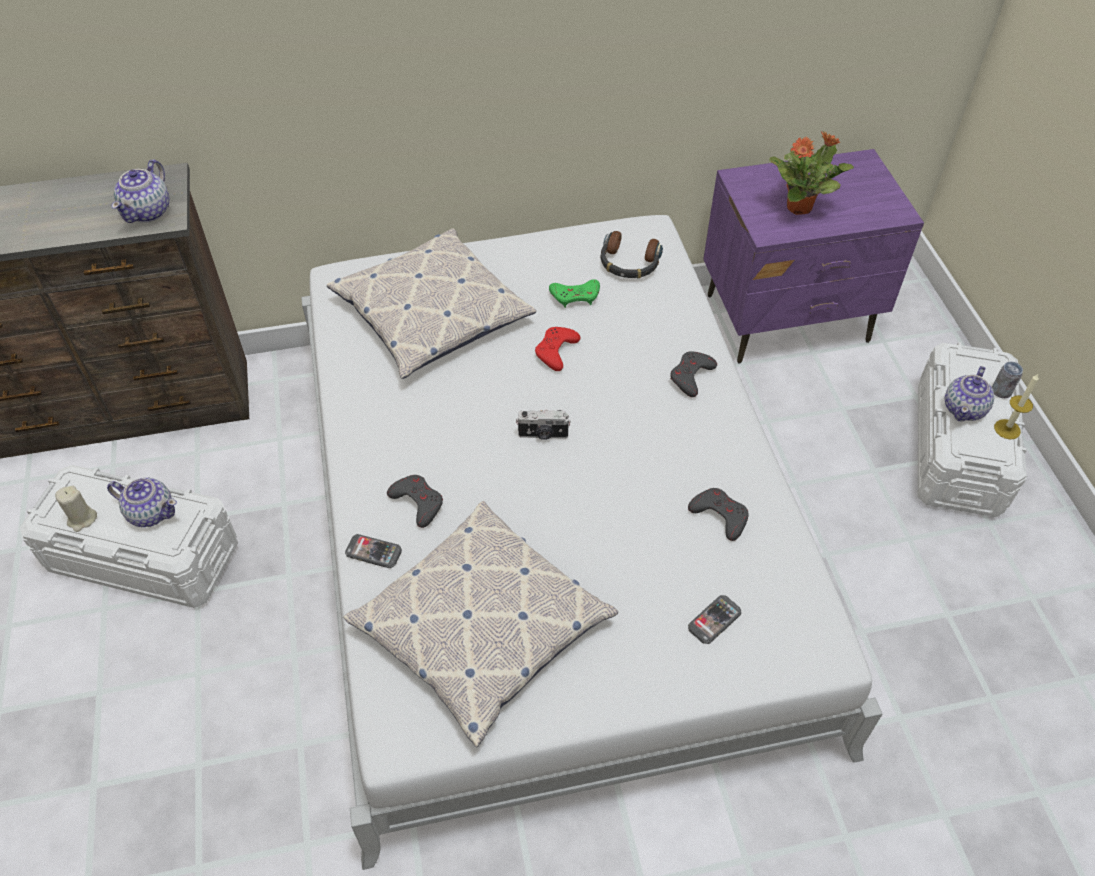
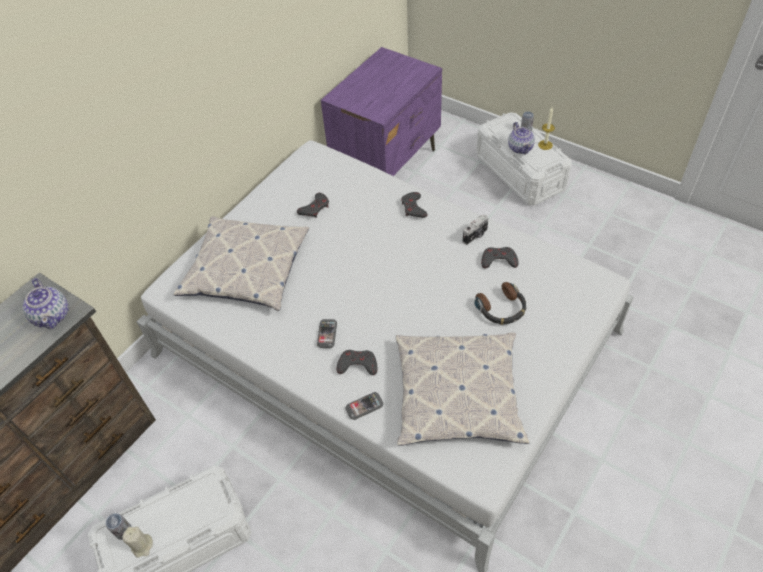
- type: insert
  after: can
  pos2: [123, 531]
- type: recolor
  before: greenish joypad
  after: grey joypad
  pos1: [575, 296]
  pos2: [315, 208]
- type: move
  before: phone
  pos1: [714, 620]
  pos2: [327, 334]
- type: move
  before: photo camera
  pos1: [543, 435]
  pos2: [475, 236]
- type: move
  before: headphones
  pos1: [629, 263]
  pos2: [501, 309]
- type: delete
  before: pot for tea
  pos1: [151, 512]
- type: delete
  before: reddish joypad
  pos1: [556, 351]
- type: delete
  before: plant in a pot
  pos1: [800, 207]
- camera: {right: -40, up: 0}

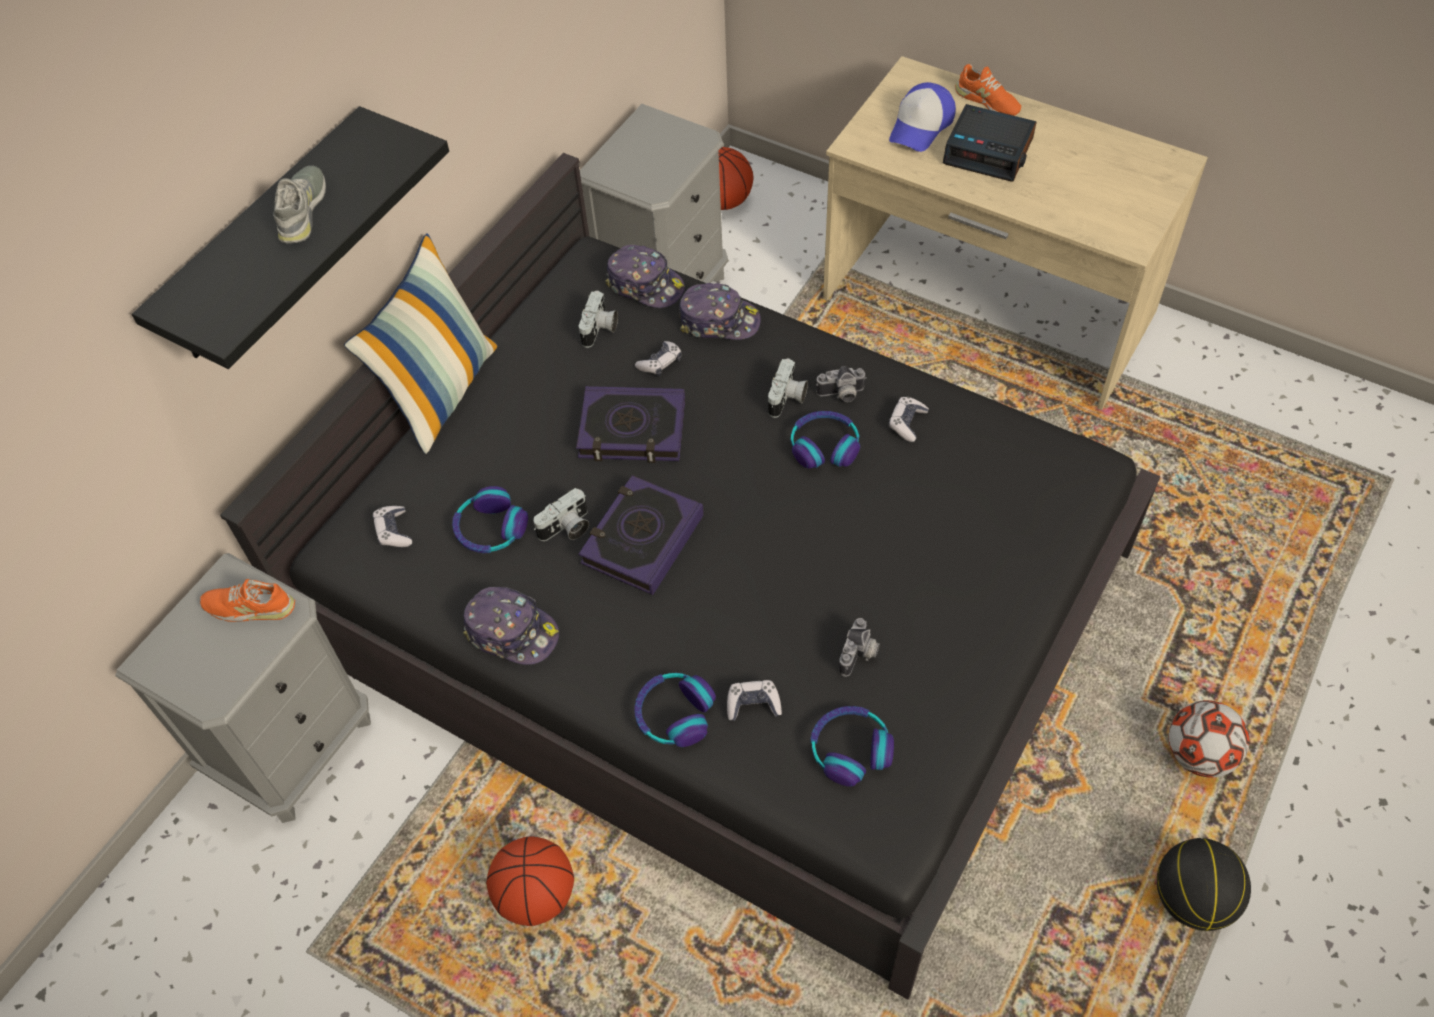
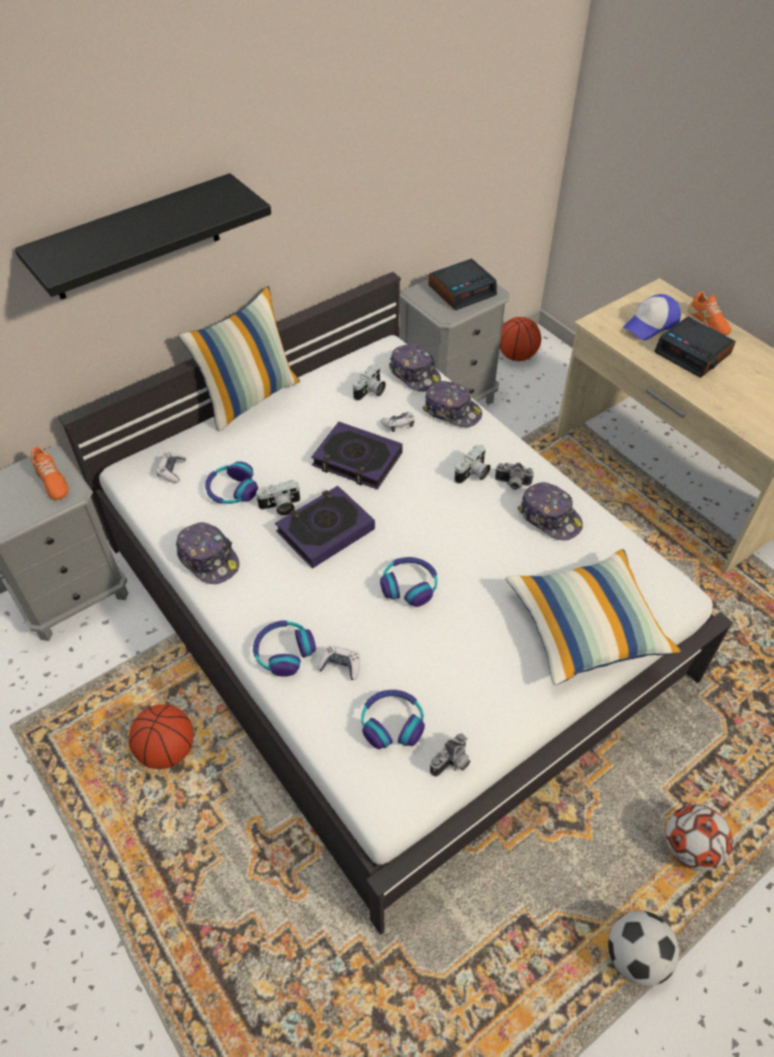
- type: rotate
  before: orange low shoe
  pos1: [249, 606]
  pos2: [51, 481]
  turn: -150
- type: recolor
  before: blackish bedroom bed
  after: white bedroom bed
  pos1: [720, 604]
  pos2: [386, 608]
- type: move
  before: headphones
  pos1: [824, 446]
  pos2: [409, 586]
- type: insert
  after: alarm clock
  pos2: [462, 290]
- type: move
  before: photo camera
  pos1: [860, 655]
  pos2: [453, 764]
- type: insert
  after: pillow
  pos2: [586, 627]
- type: replace
  before: joypad
  after: baseball cap
  pos1: [907, 423]
  pos2: [550, 517]
- type: replace
  before: basketball ball
  after: football ball
  pos1: [1192, 898]
  pos2: [635, 956]
- type: delete
  before: grey low shoe
  pos1: [303, 210]
- camera: {right: 20, up: -5}

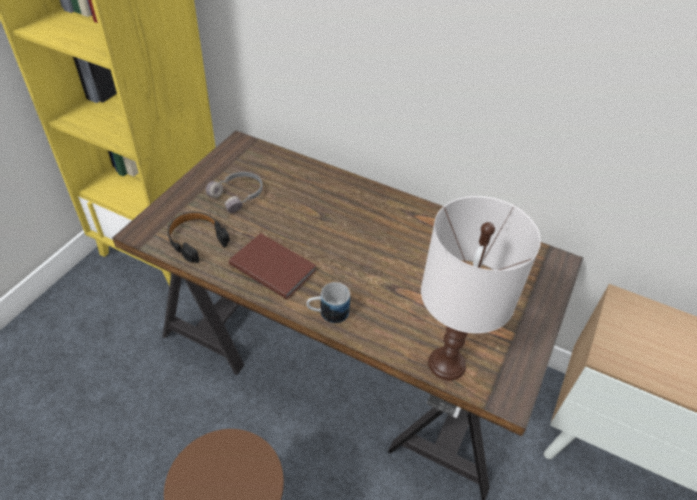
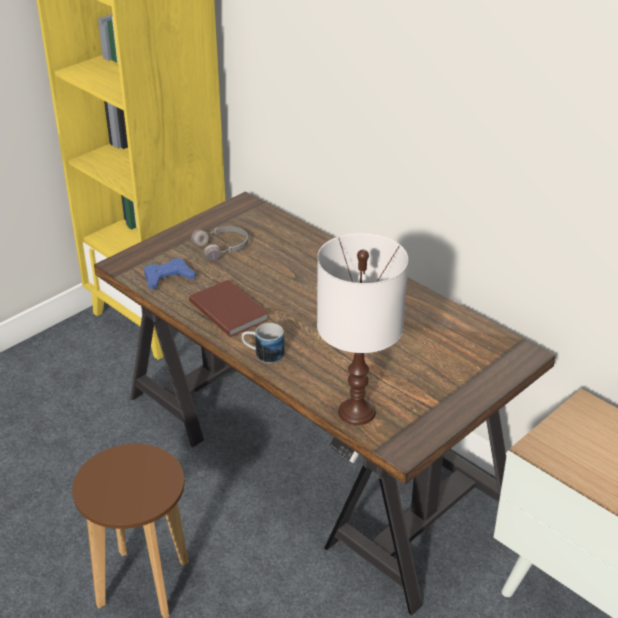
- type: replace
  before: blackish headphones
  after: blue-coloured joypad
  pos1: [197, 240]
  pos2: [168, 278]
- camera: {right: 20, up: -10}

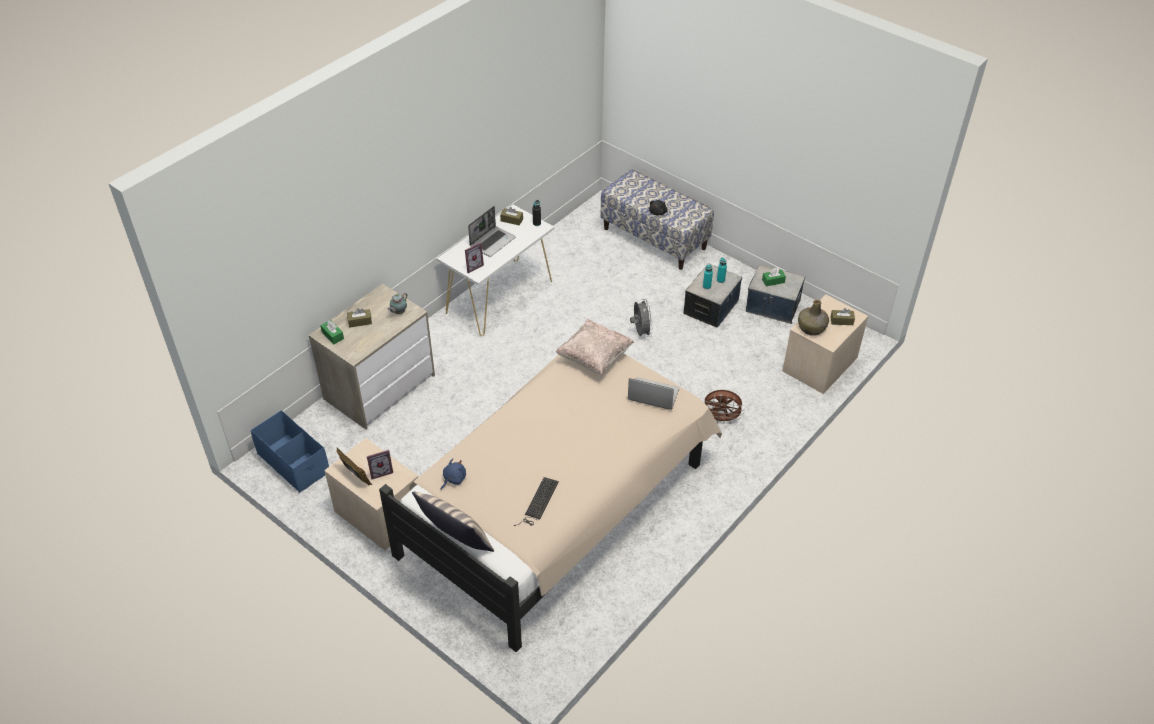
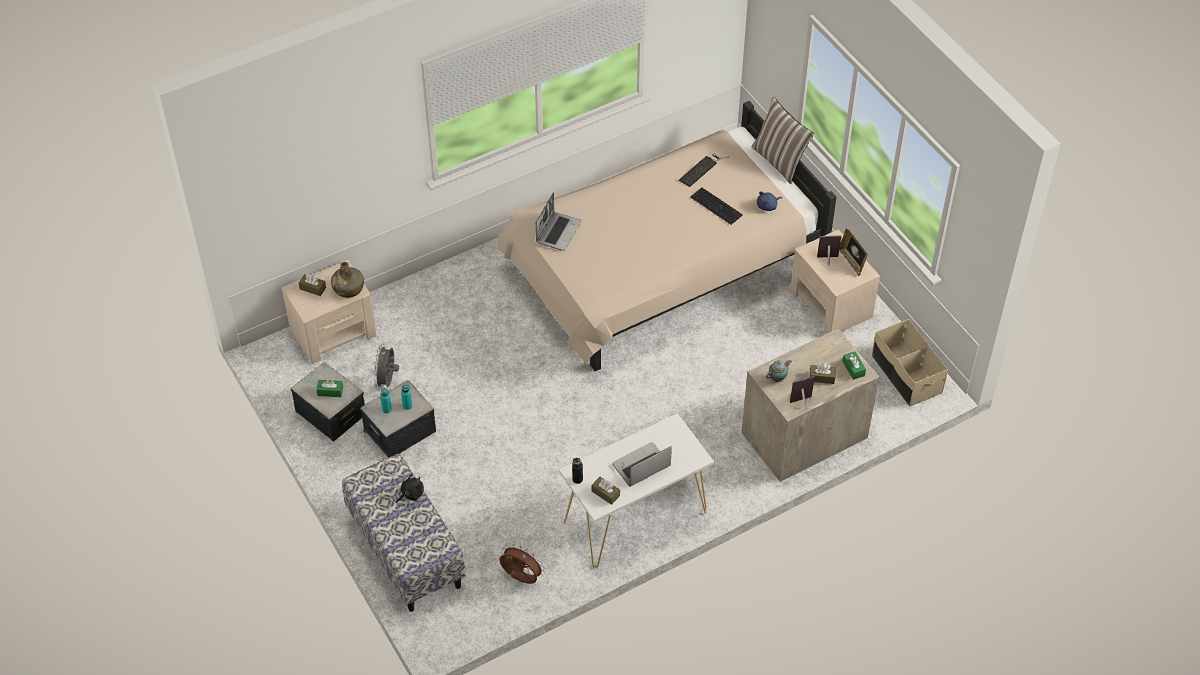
- type: move
  before: grey fan
  pos1: [640, 332]
  pos2: [387, 380]
- type: move
  before: brown fan
  pos1: [721, 419]
  pos2: [520, 578]
- type: rotate
  before: portable computer
  pos1: [652, 395]
  pos2: [558, 231]
  turn: -105
- type: insert
  after: PC keyboard
  pos2: [717, 206]
- type: move
  before: photo frame
  pos1: [472, 266]
  pos2: [802, 403]
- type: recolor
  before: blue-coloured storage container
  after: beige storage container
  pos1: [294, 462]
  pos2: [906, 375]
- type: delete
  before: beige pillow
  pos1: [594, 358]
- camera: {right: -160, up: 5}

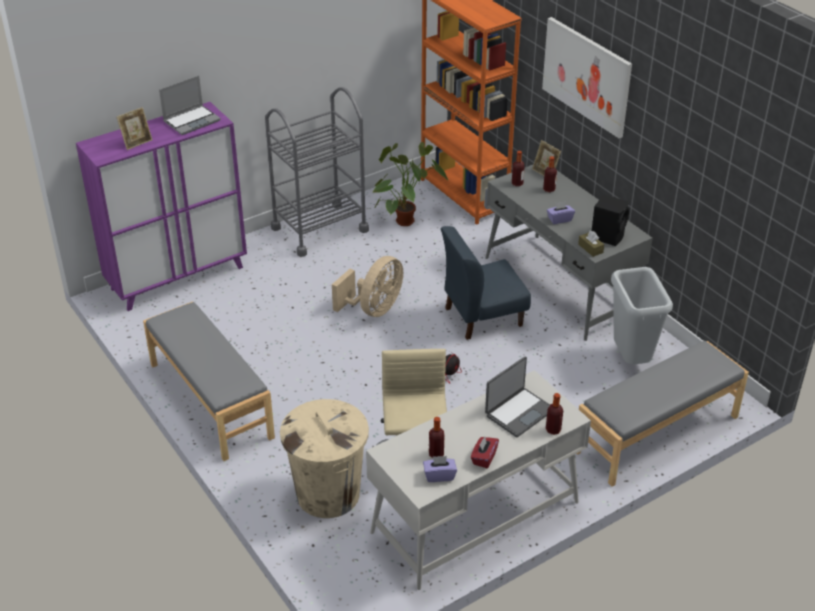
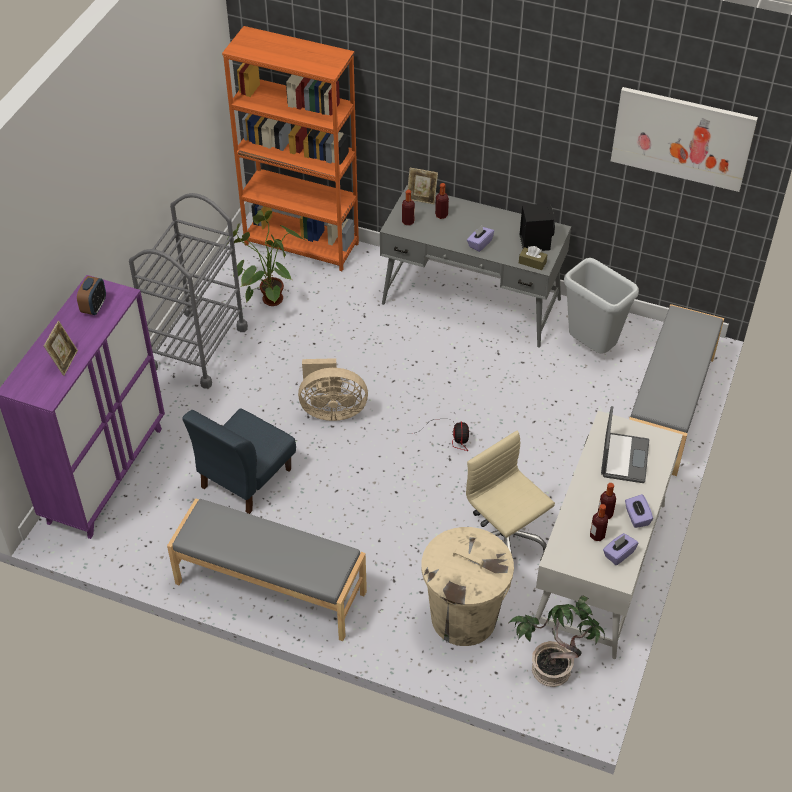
- type: replace
  before: portable computer
  after: alarm clock
  pos1: [192, 121]
  pos2: [94, 307]
- type: move
  before: blue-coloured chair
  pos1: [482, 316]
  pos2: [245, 478]
- type: rotate
  before: beige fan
  pos1: [374, 309]
  pos2: [331, 410]
  turn: 90
- type: insert
  after: plant in a pot
  pos2: [552, 668]
- type: move
  before: beverage bottle
  pos1: [553, 430]
  pos2: [605, 514]
- type: move
  before: wall art
  pos1: [586, 76]
  pos2: [682, 138]
- type: recolor
  before: reddish tissue holder
  after: purple tissue holder
  pos1: [484, 458]
  pos2: [636, 517]
- camera: {right: -35, up: 10}

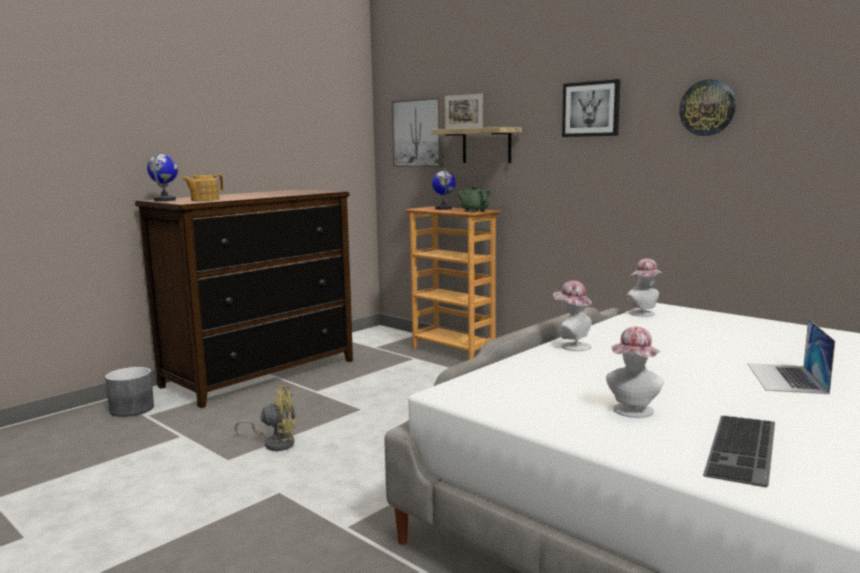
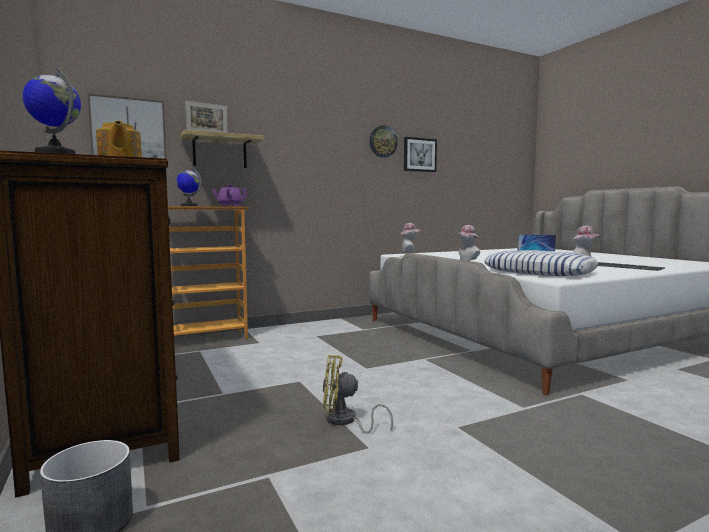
- type: recolor
  before: greenish pot for tea
  after: purple pot for tea
  pos1: [474, 211]
  pos2: [230, 206]
- type: rotate
  before: yellow-coloured fan
  pos1: [275, 443]
  pos2: [345, 421]
  turn: -105
- type: move
  before: wall art
  pos1: [591, 109]
  pos2: [419, 155]
- type: insert
  after: pillow
  pos2: [539, 272]
- camera: {right: -70, up: -5}

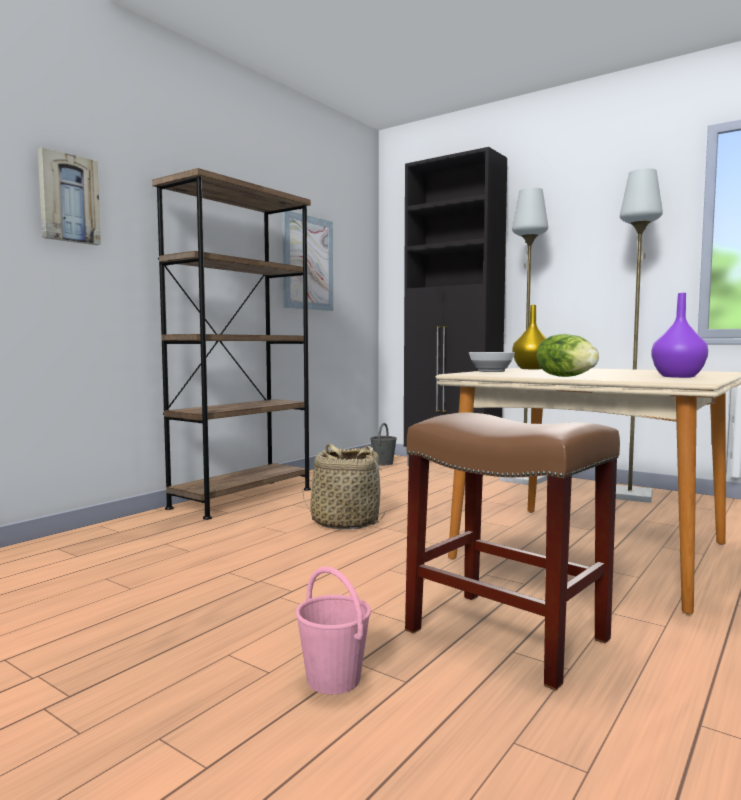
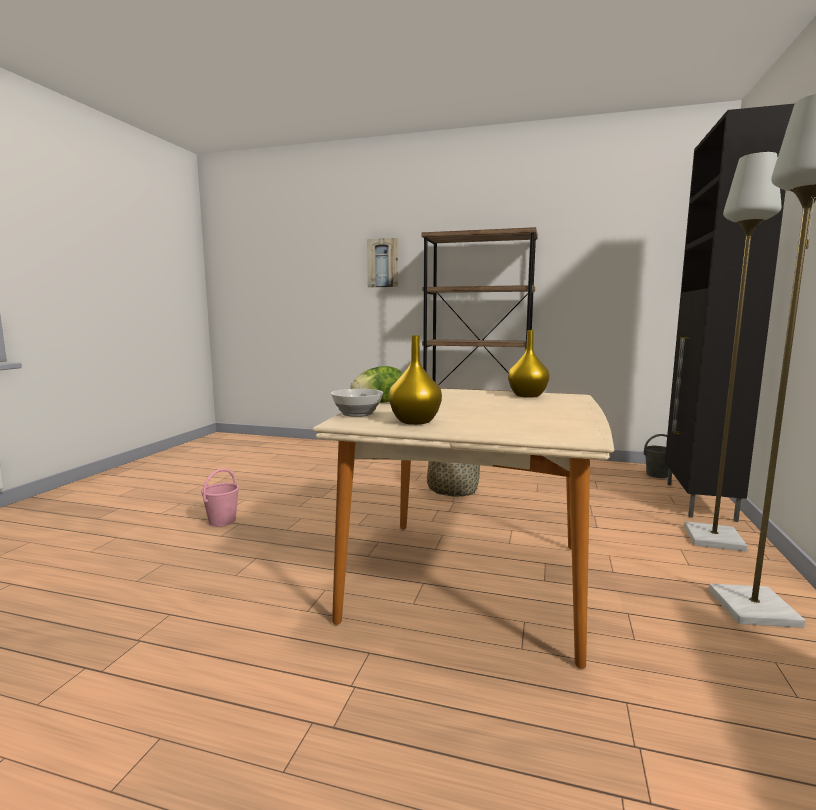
- type: move
  before: deep dish
  pos1: [491, 371]
  pos2: [358, 414]
- type: recolor
  before: purple flower vase
  after: yellow-coloured flower vase
  pos1: [677, 377]
  pos2: [414, 421]
- type: delete
  before: wall art
  pos1: [308, 263]
- type: delete
  before: brown sitting stool
  pos1: [504, 635]
- camera: {right: 70, up: 5}

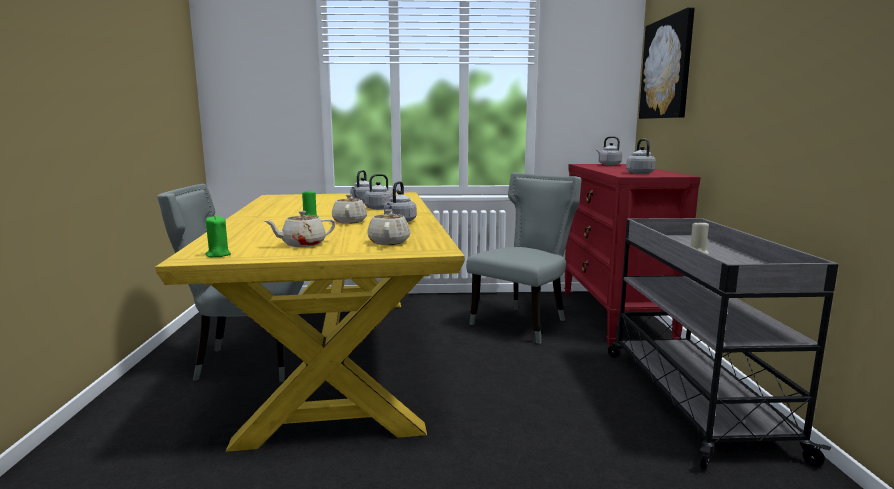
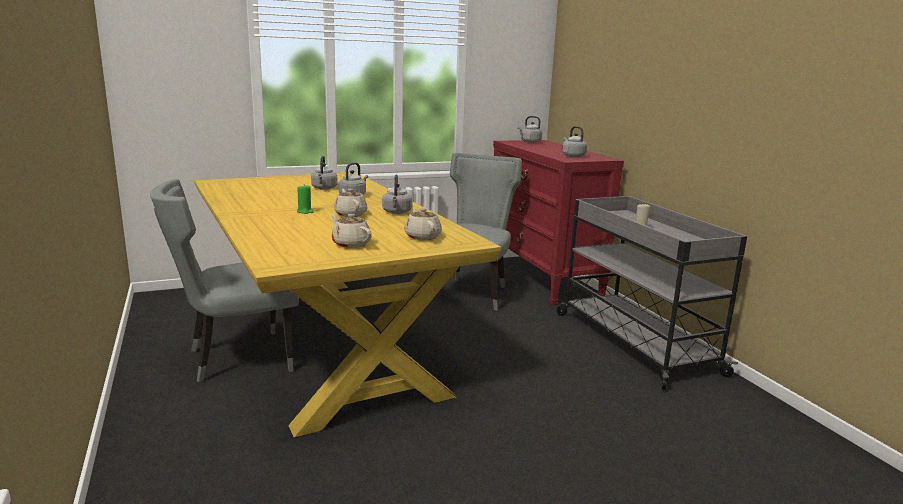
- type: rotate
  before: beige pot for tea
  pos1: [302, 244]
  pos2: [351, 244]
  turn: 90
- type: delete
  before: greenish wax light
  pos1: [218, 255]
- type: delete
  before: wall art
  pos1: [667, 68]
- camera: {right: -20, up: 5}

